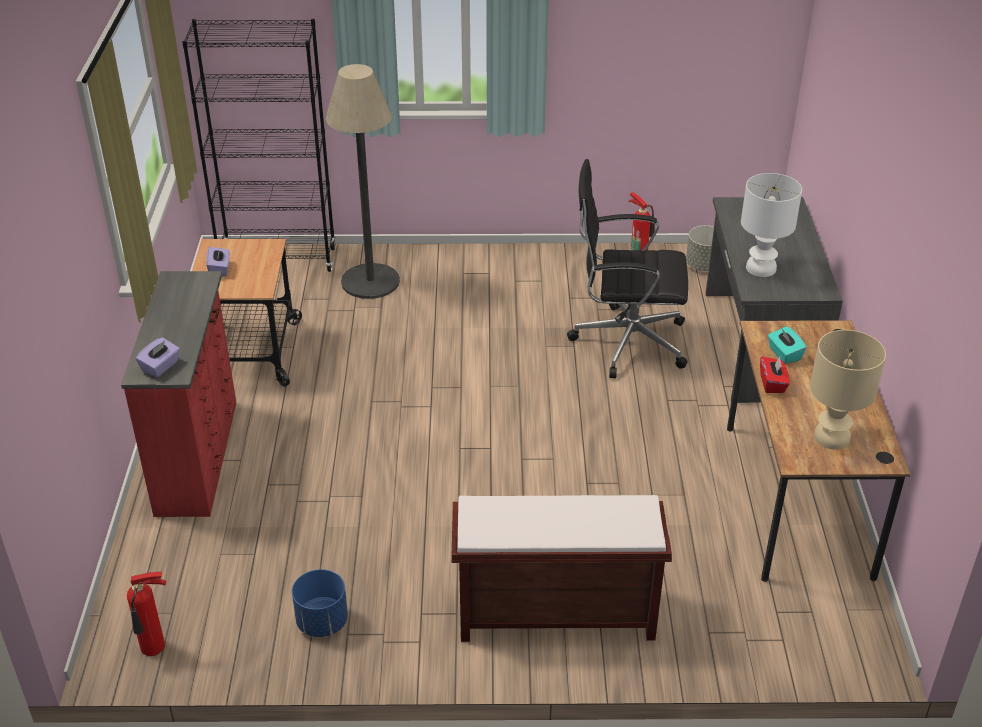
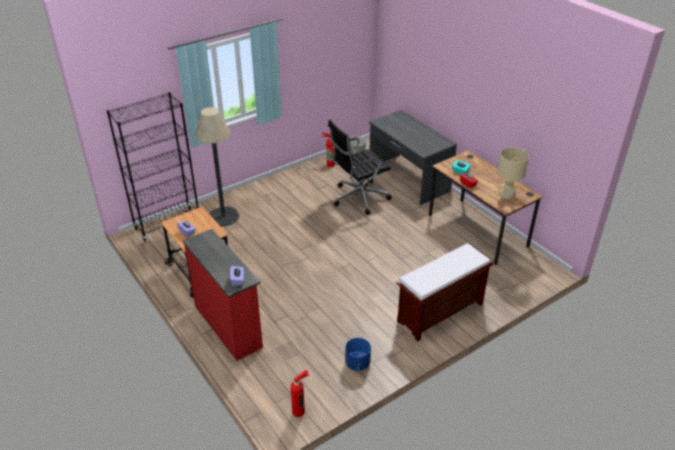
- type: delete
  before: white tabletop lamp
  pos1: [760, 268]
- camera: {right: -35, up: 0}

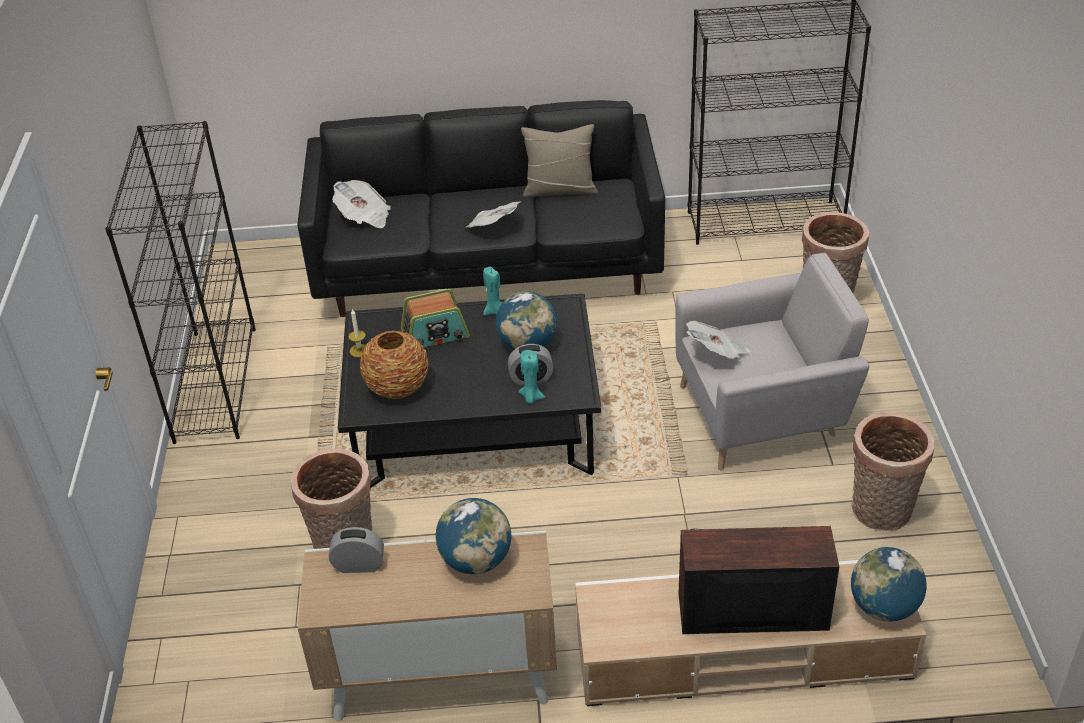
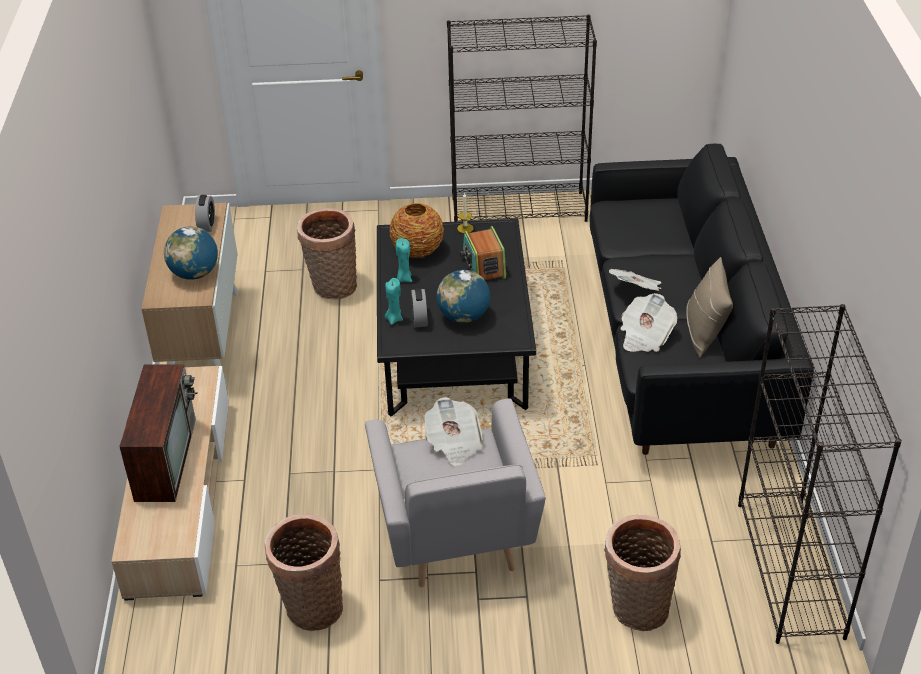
- type: move
  before: turquoise wax light
  pos1: [495, 312]
  pos2: [404, 278]
- type: move
  before: daily paper
  pos1: [364, 217]
  pos2: [645, 336]
- type: delete
  before: world globe
  pos1: [883, 607]
- camera: {right: 90, up: 0}

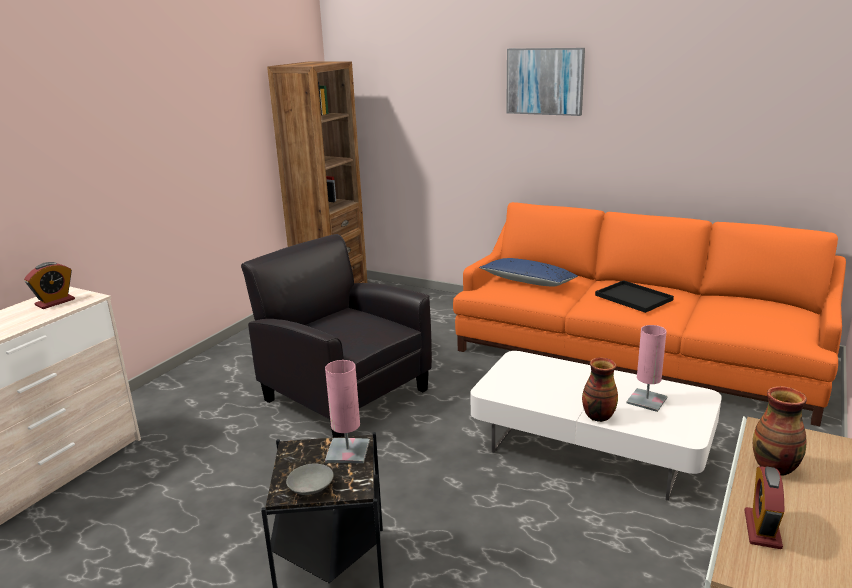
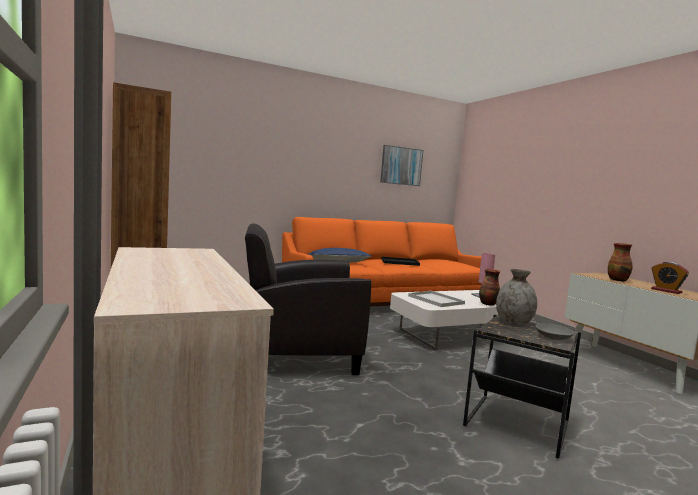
- type: move
  before: wall art
  pos1: [545, 81]
  pos2: [401, 166]
- type: insert
  after: white carrying tray
  pos2: [434, 299]
- type: replace
  before: pinkish tabletop lamp
  after: grey flower vase
  pos1: [348, 451]
  pos2: [513, 322]
- type: delete
  before: alarm clock
  pos1: [55, 302]
- camera: {right: -55, up: -15}

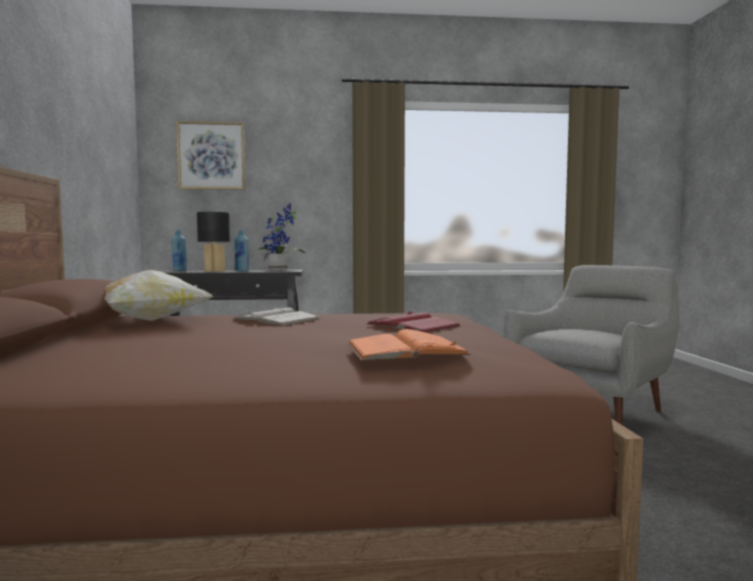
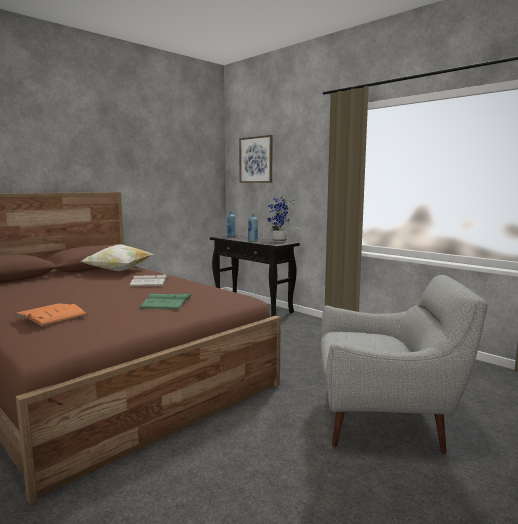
- type: recolor
  before: reddish book
  after: greenish book
  pos1: [413, 325]
  pos2: [166, 302]
- type: delete
  before: blackish tabletop lamp
  pos1: [215, 271]
- camera: {right: 50, up: 5}

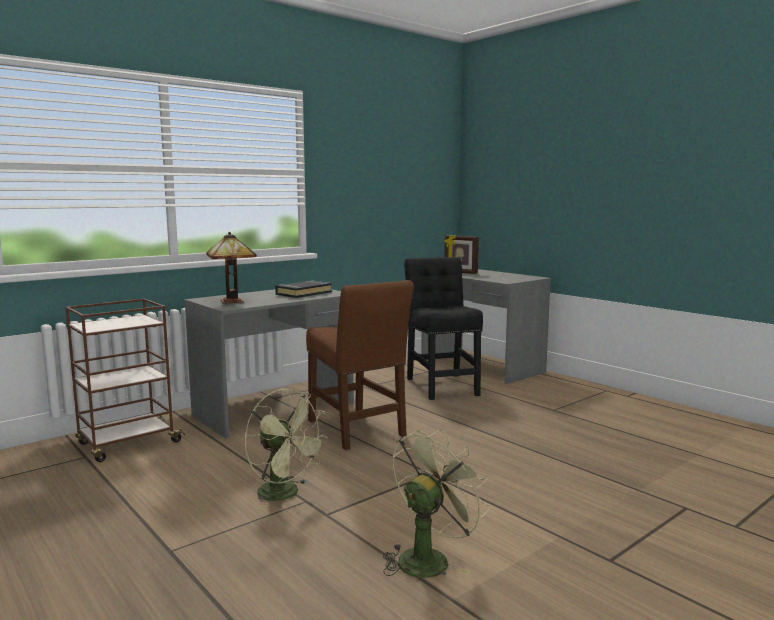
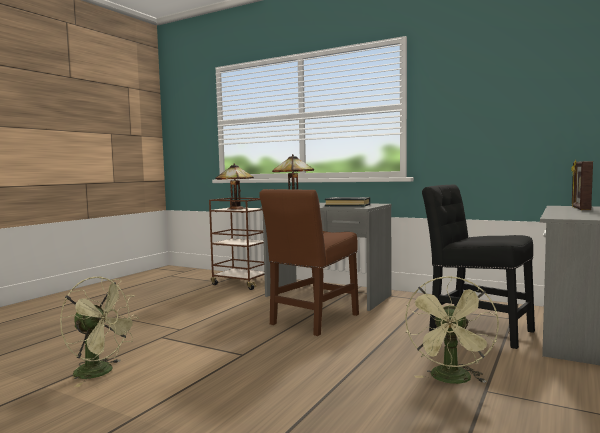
- type: insert
  after: tabletop lamp
  pos2: [236, 209]
- type: move
  before: greenish fan
  pos1: [286, 494]
  pos2: [452, 380]
- type: rotate
  before: blackish chair
  pos1: [441, 385]
  pos2: [475, 329]
  turn: -105
- camera: {right: 70, up: -5}

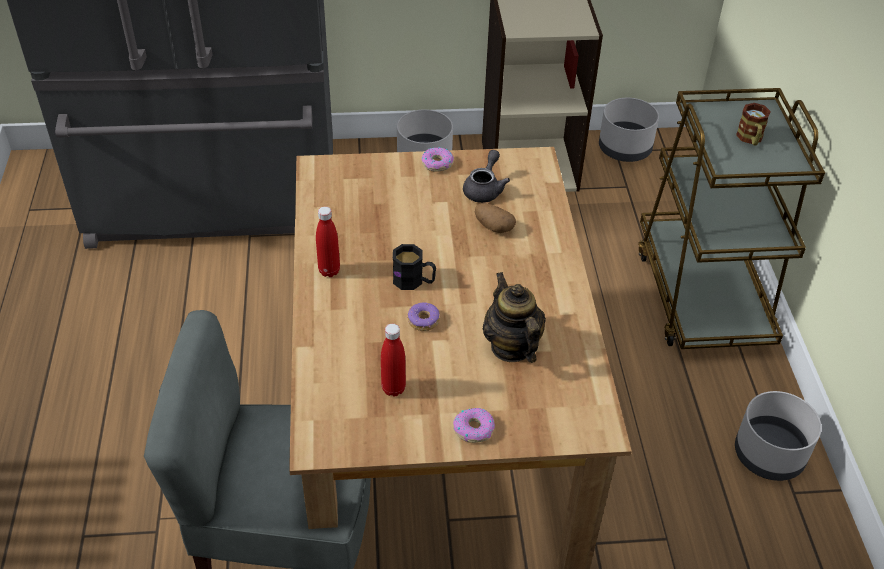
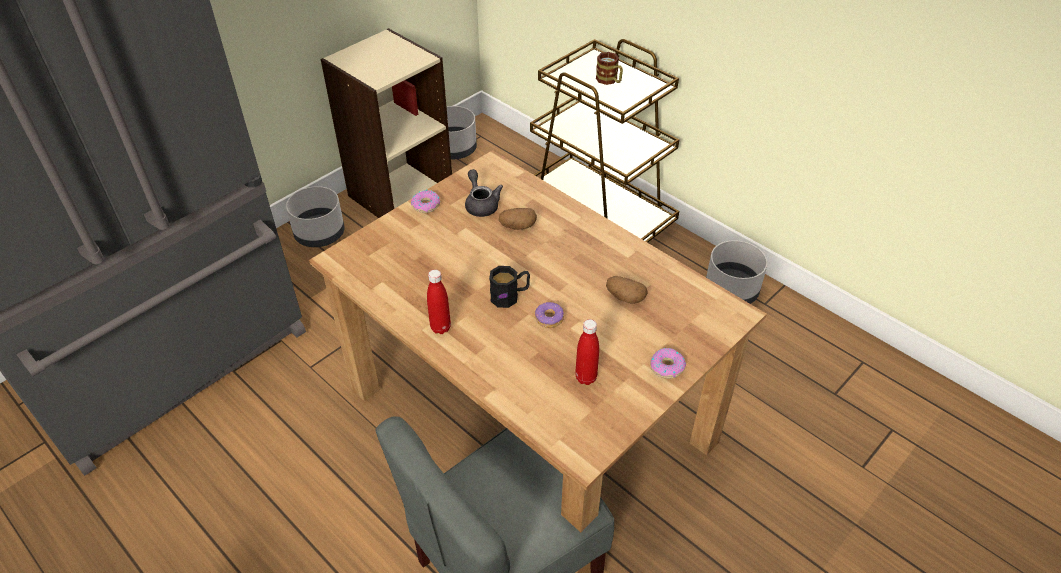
- type: replace
  before: pot for tea
  after: whole potato
  pos1: [511, 346]
  pos2: [624, 297]
- camera: {right: -40, up: 0}

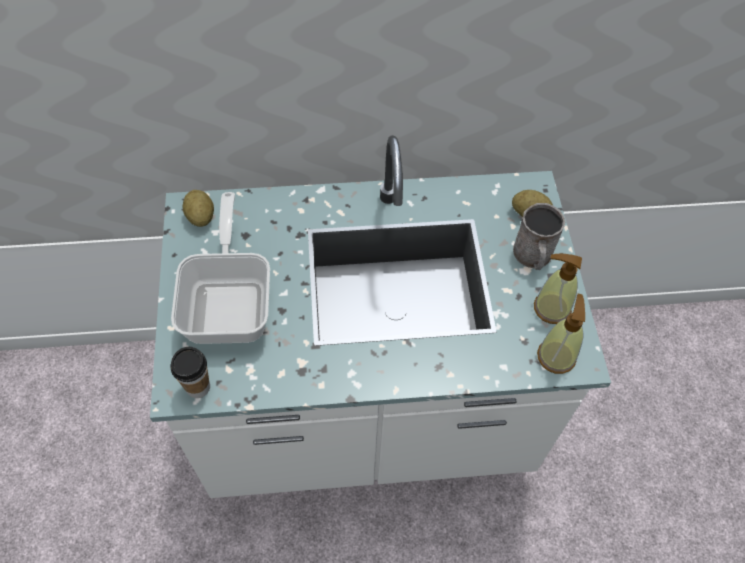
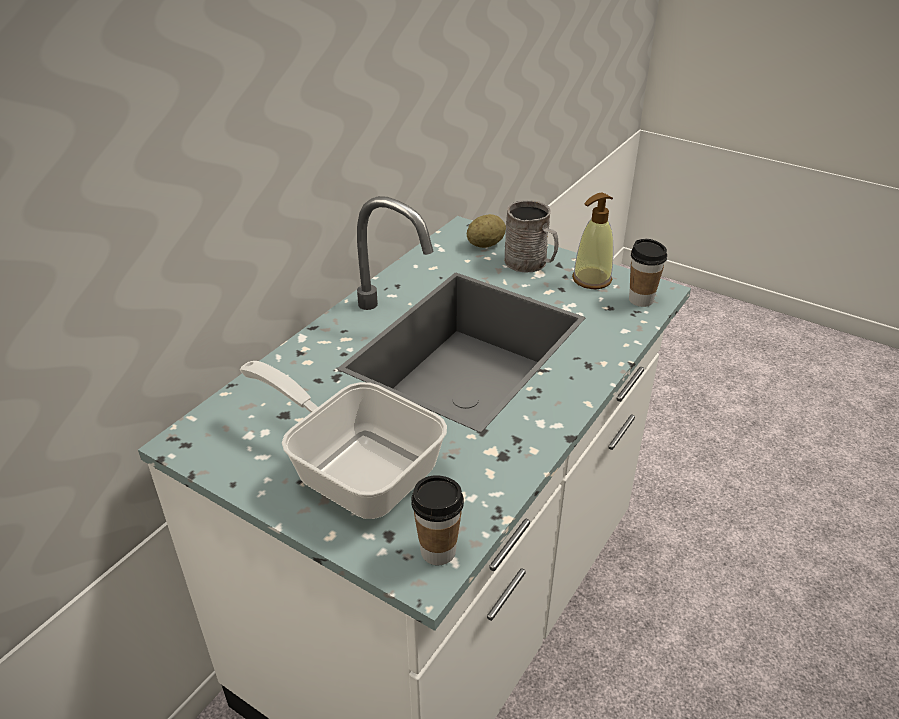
- type: replace
  before: liquid soap bottle
  after: drinking cup
  pos1: [556, 356]
  pos2: [641, 300]
- type: delete
  before: whole potato
  pos1: [200, 217]
- camera: {right: -50, up: -20}

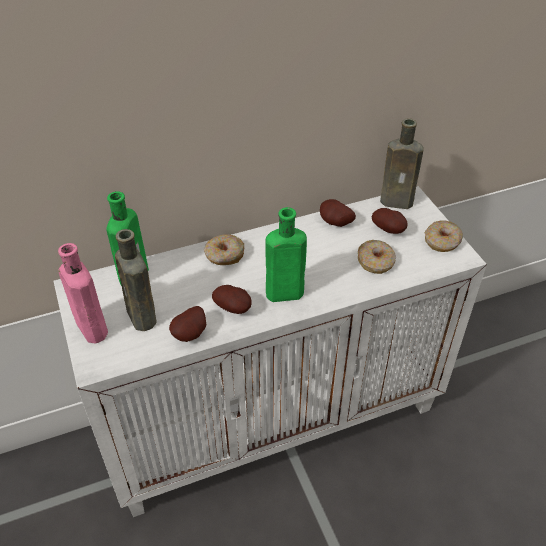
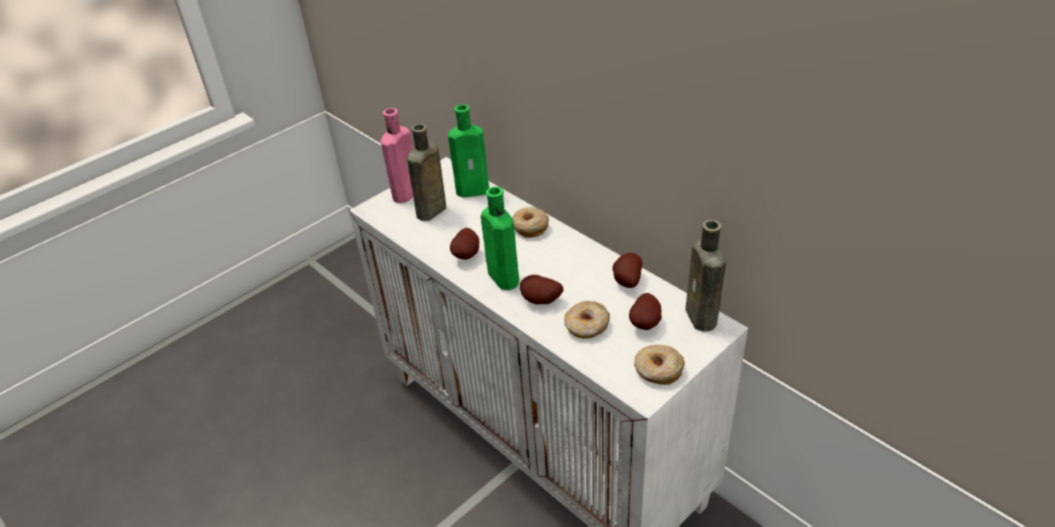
- type: move
  before: whole potato
  pos1: [191, 334]
  pos2: [540, 301]
- camera: {right: 70, up: -5}

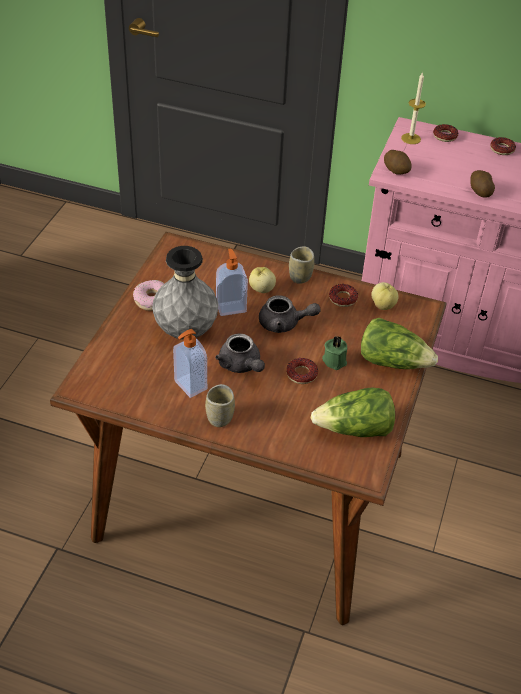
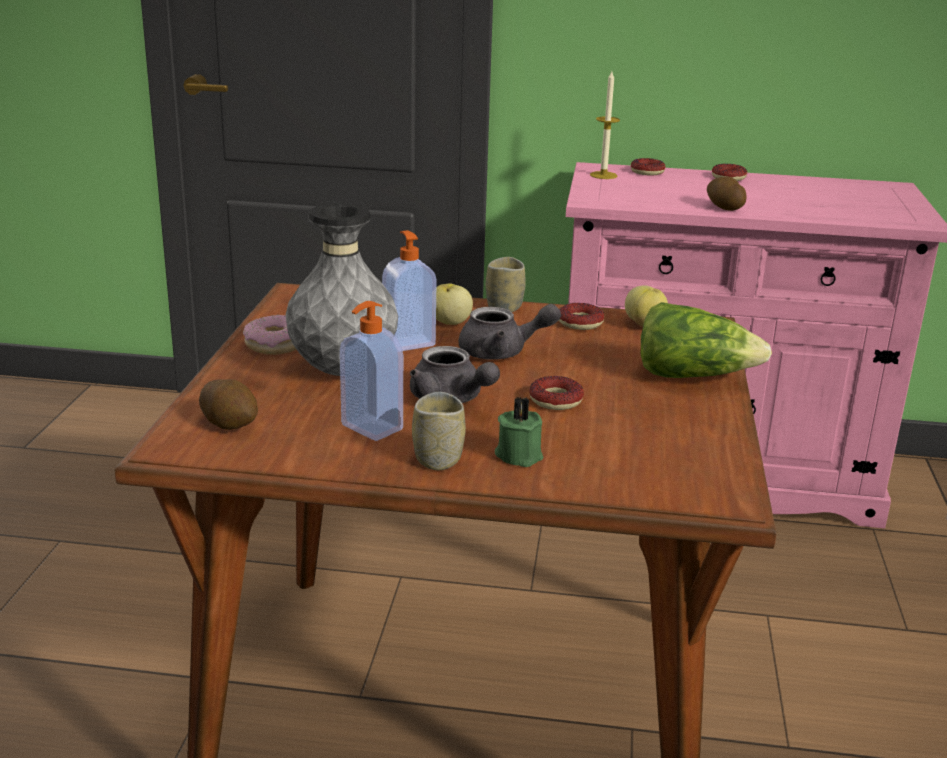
- type: move
  before: whole potato
  pos1: [396, 170]
  pos2: [230, 423]
- type: move
  before: greenish wax light
  pos1: [335, 360]
  pos2: [519, 454]
- type: delete
  before: lettuce head
  pos1: [354, 429]
- camera: {right: -10, up: -20}

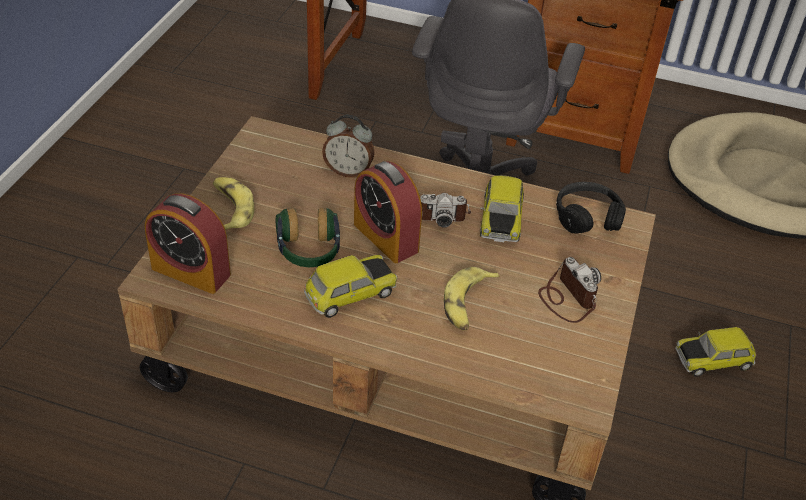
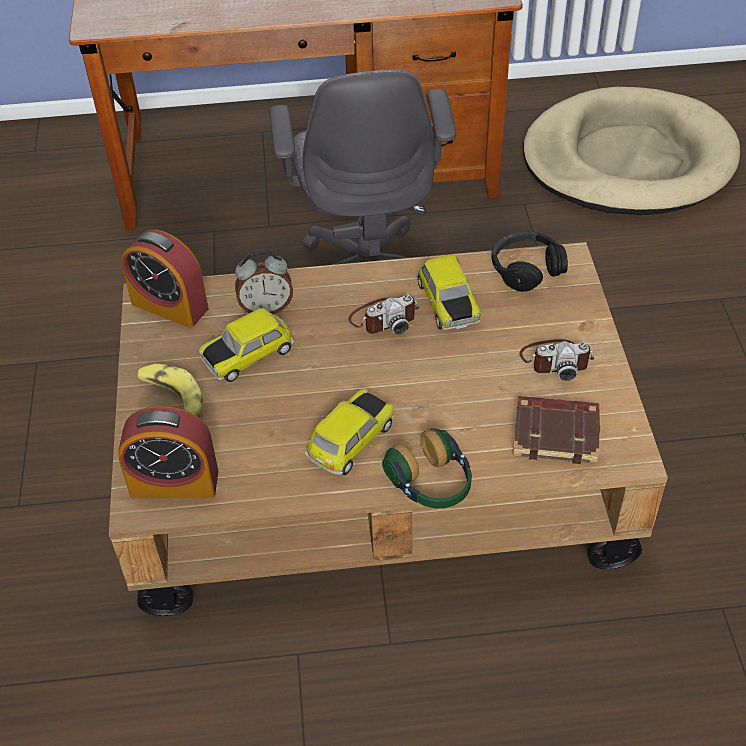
- type: move
  before: alarm clock
  pos1: [386, 237]
  pos2: [170, 306]
- type: move
  before: toy car
  pos1: [713, 359]
  pos2: [248, 354]
- type: move
  before: headphones
  pos1: [309, 251]
  pos2: [431, 483]
- type: insert
  after: brown book
  pos2: [557, 433]
- type: rotate
  before: photo camera
  pos1: [567, 297]
  pos2: [556, 360]
  turn: 135
- type: delete
  before: banana fruit
  pos1: [467, 304]
- camera: {right: -20, up: 5}

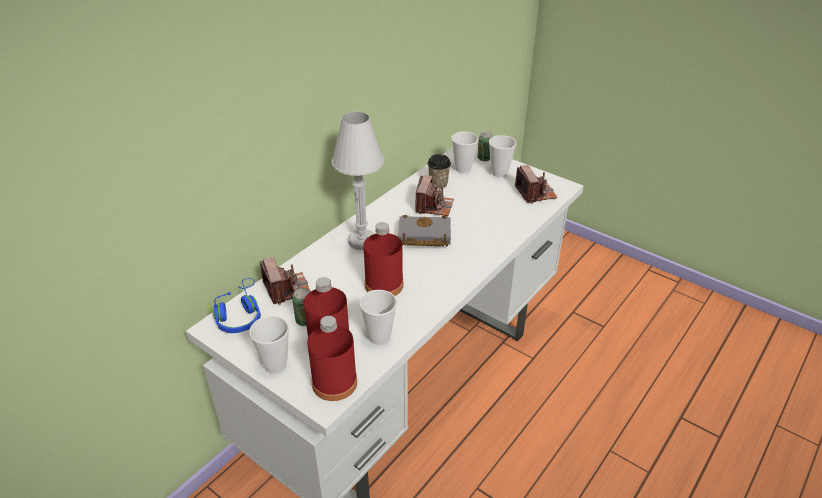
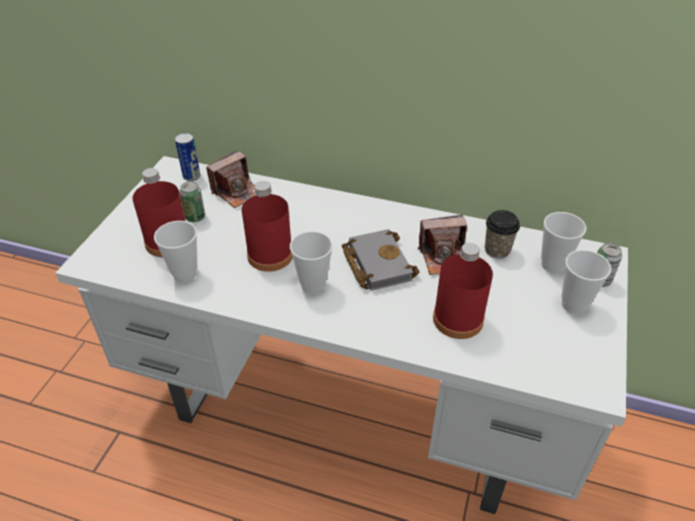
- type: replace
  before: blue-coloured headphones
  after: can
  pos1: [239, 315]
  pos2: [191, 176]
- type: move
  before: drinking cup
  pos1: [275, 364]
  pos2: [313, 285]
- type: move
  before: reddish beverage bottle
  pos1: [334, 383]
  pos2: [458, 319]
- type: delete
  before: white tabletop lamp
  pos1: [362, 241]
- type: delete
  before: photo camera
  pos1: [535, 193]
- camera: {right: 70, up: 5}

